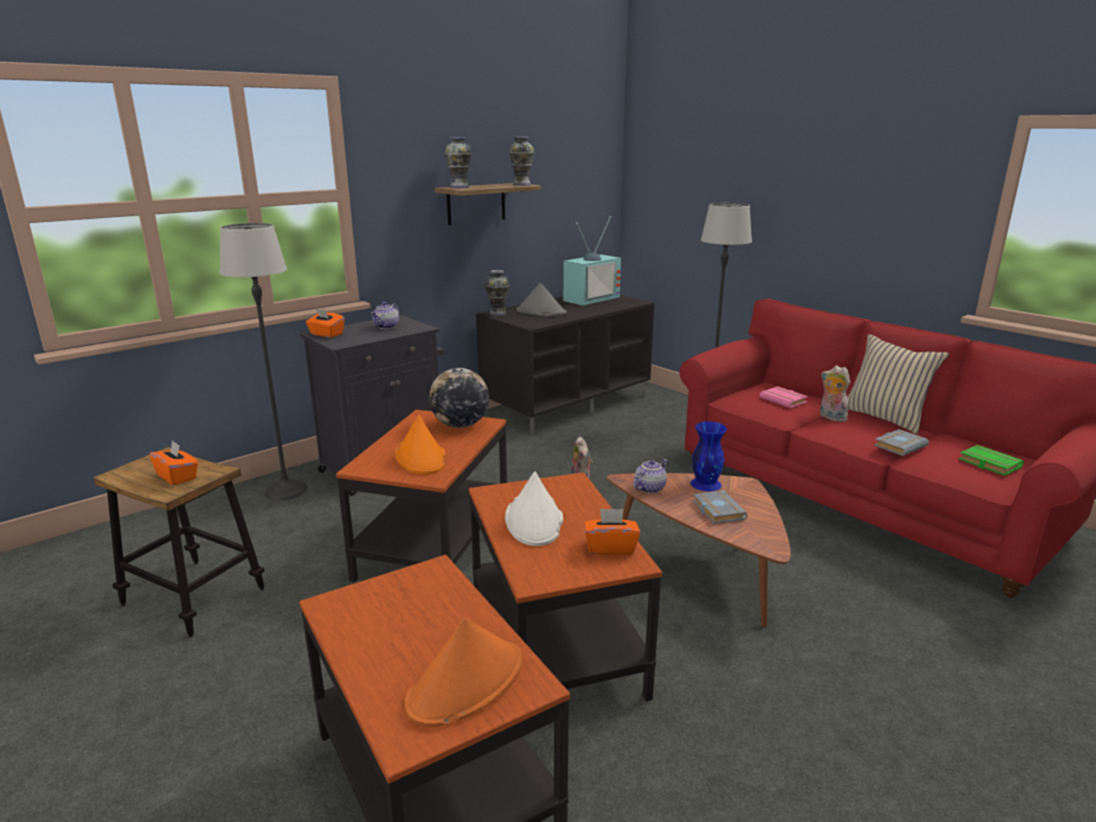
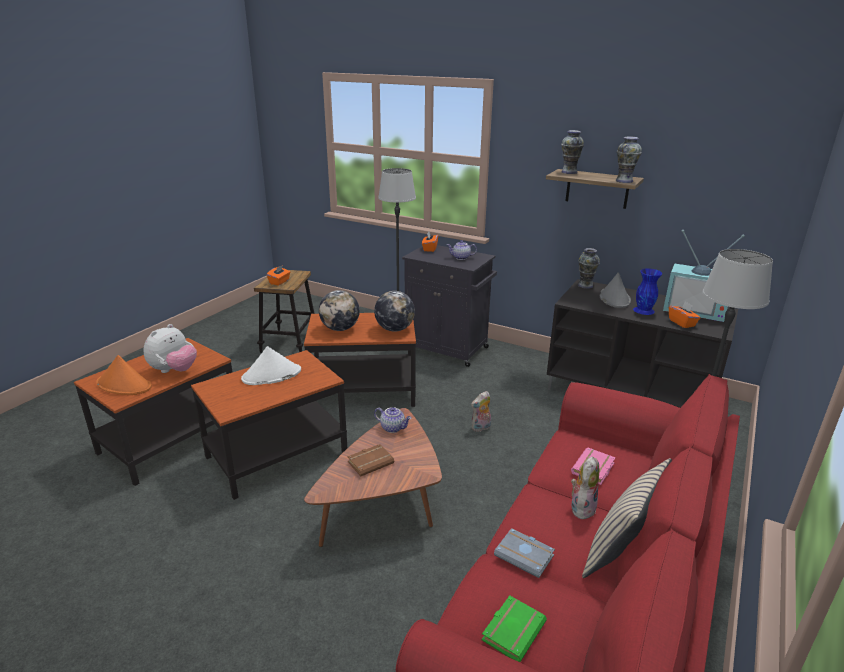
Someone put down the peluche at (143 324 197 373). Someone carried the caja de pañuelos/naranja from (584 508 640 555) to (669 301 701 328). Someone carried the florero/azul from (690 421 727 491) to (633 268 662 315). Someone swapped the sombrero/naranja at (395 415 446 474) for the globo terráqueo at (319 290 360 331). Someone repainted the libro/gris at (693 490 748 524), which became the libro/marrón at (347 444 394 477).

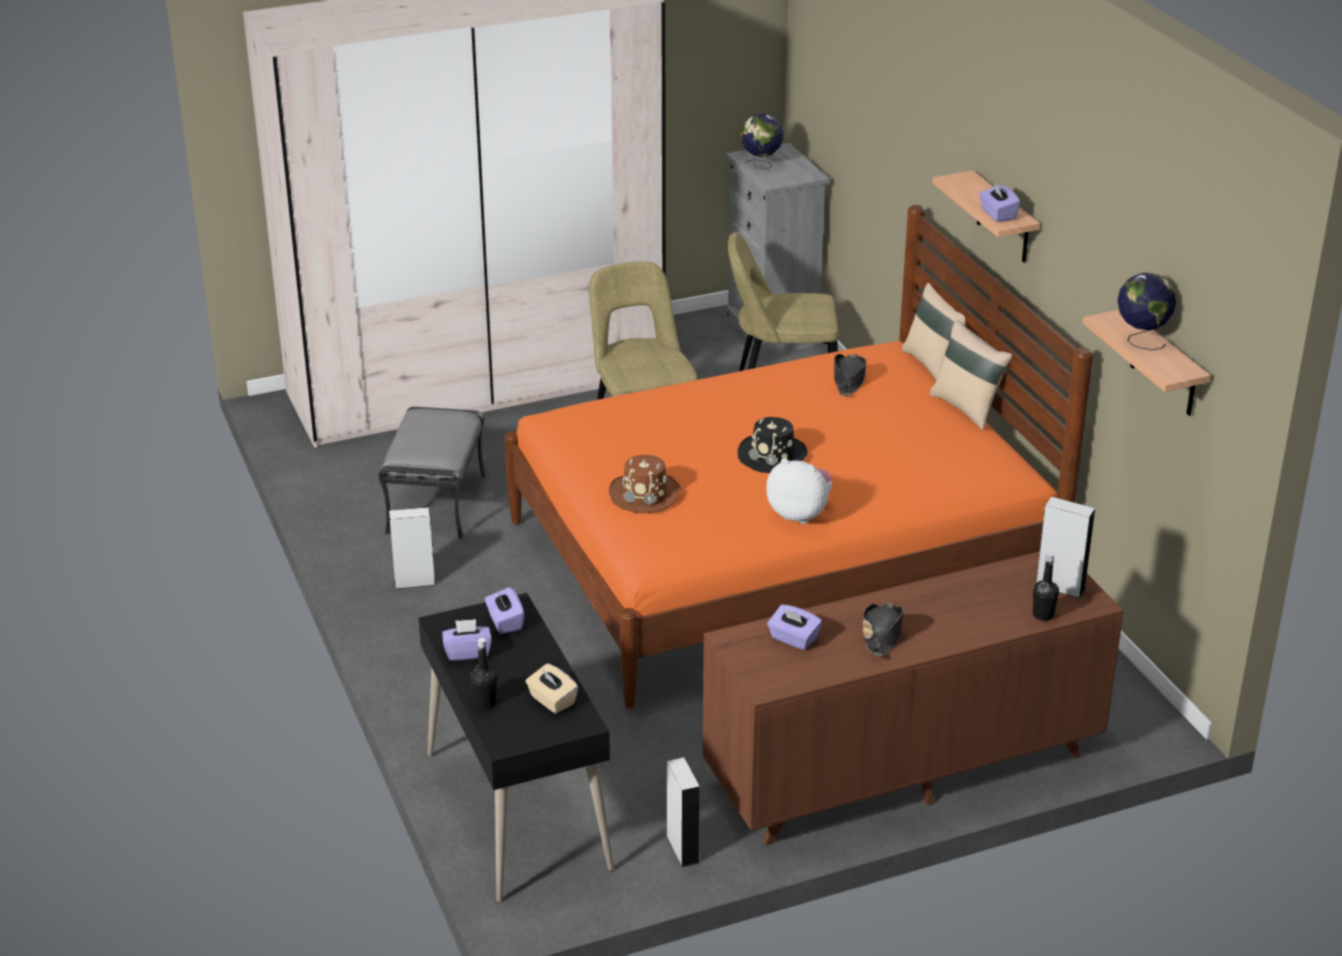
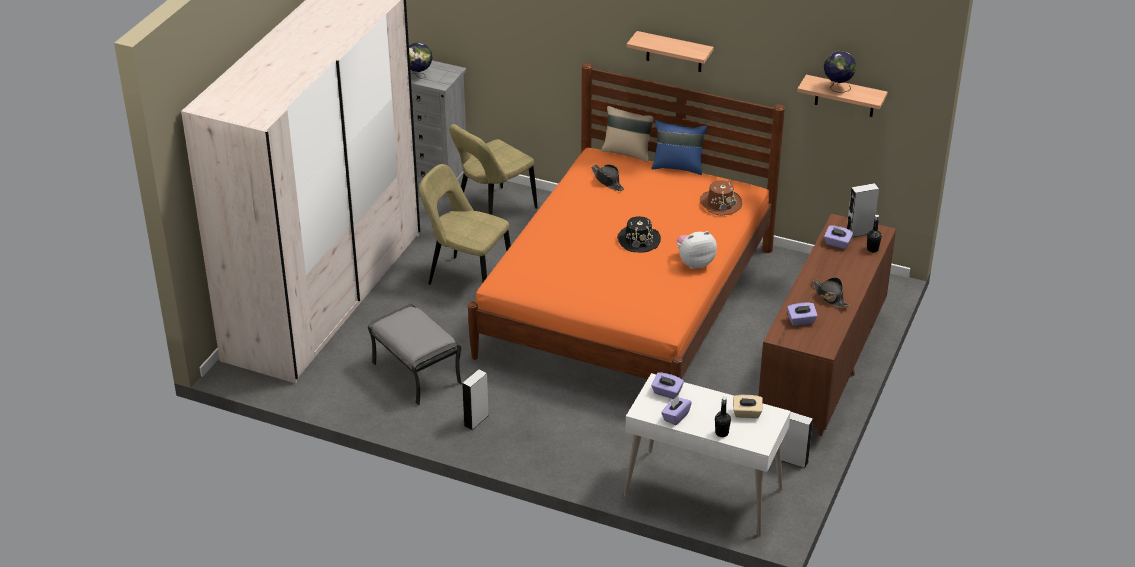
Someone carried the sombrero/marrón from (609 455 681 513) to (700 180 742 216). Someone carried the caja de pañuelos/morado from (979 182 1021 222) to (824 226 854 249). Someone repainted the escritorio/negro at (418 593 614 902), which became the escritorio/blanco at (624 373 791 536). Someone repainted the cojín/beis at (929 320 1012 430), which became the cojín/azul at (651 120 707 175).

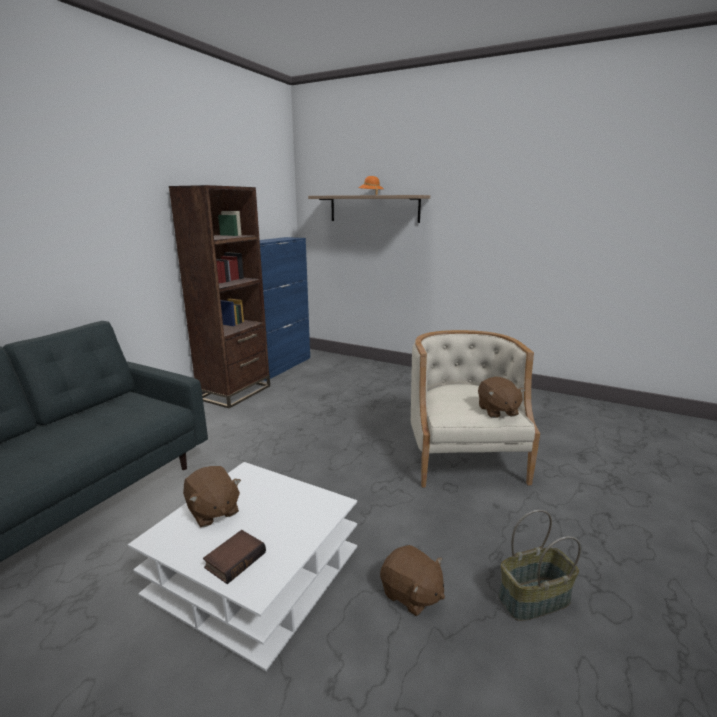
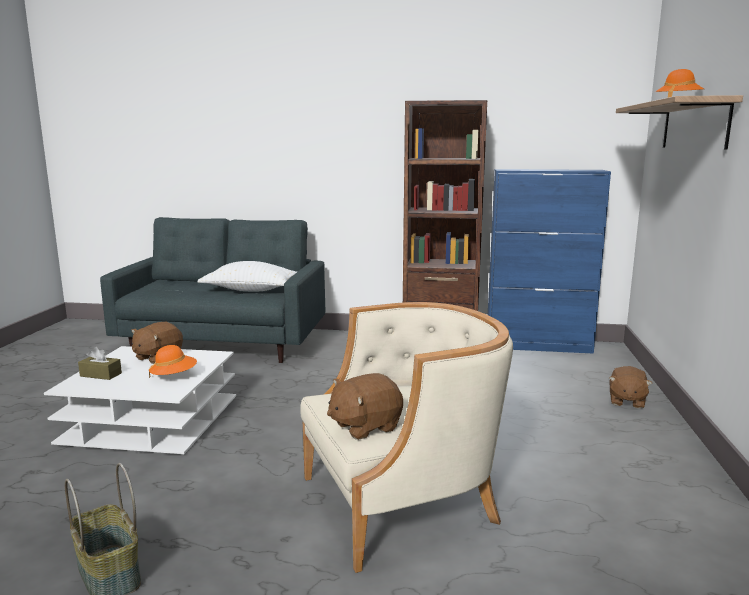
Someone put down the sombrero/naranja at (149 345 197 378). Someone put down the cojín/blanco at (197 261 297 292). Someone carried the peluche/marrón from (380 545 445 616) to (609 366 652 409). Someone swapped the libro at (203 530 266 584) for the caja de pañuelos/marrón at (78 347 122 380).

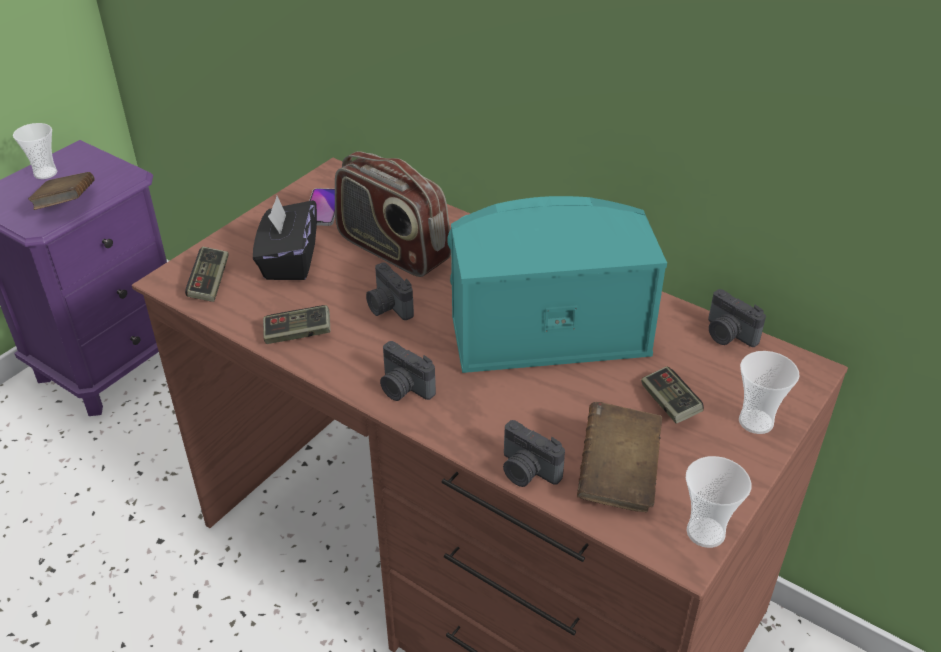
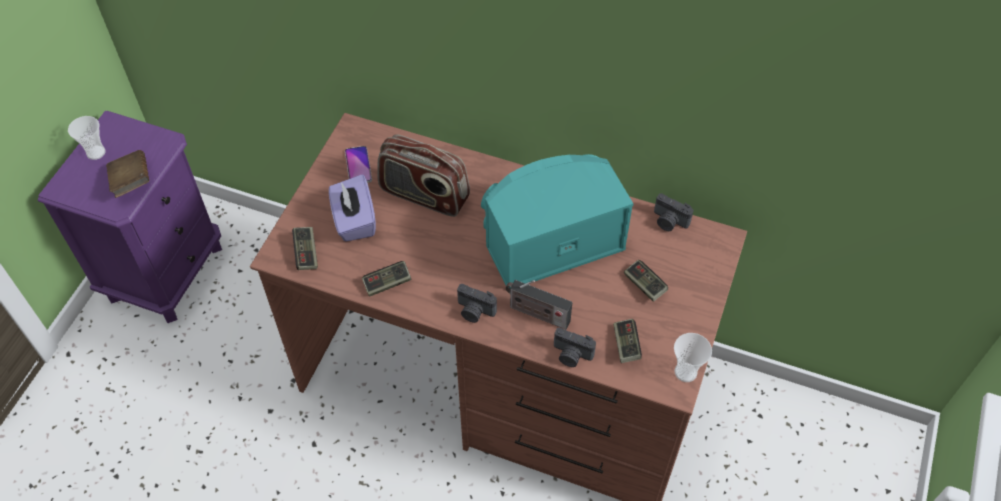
Someone took away the cámara at (366 262 414 320). Someone took away the taza at (739 351 800 434). Someone put down the radio at (506 280 573 329). Someone swapped the libro/marrón at (577 402 662 512) for the mando de consola at (613 319 642 363). Someone repainted the caja de pañuelos/negro at (253 196 317 280), which became the caja de pañuelos/morado at (329 174 376 242).

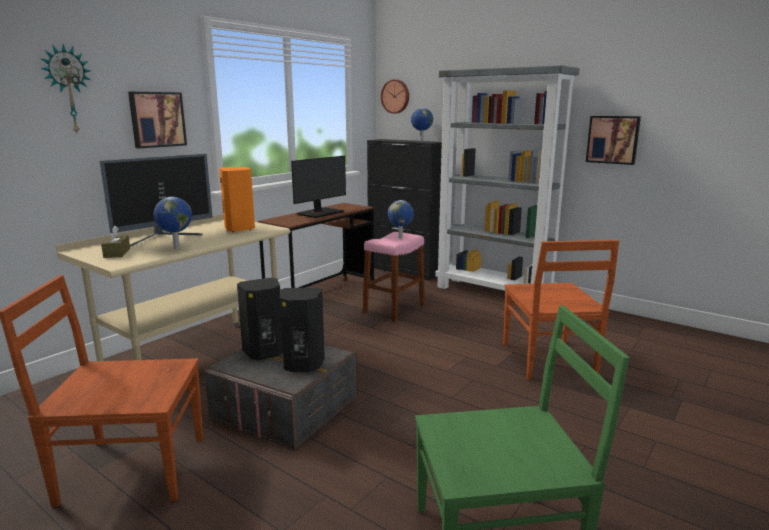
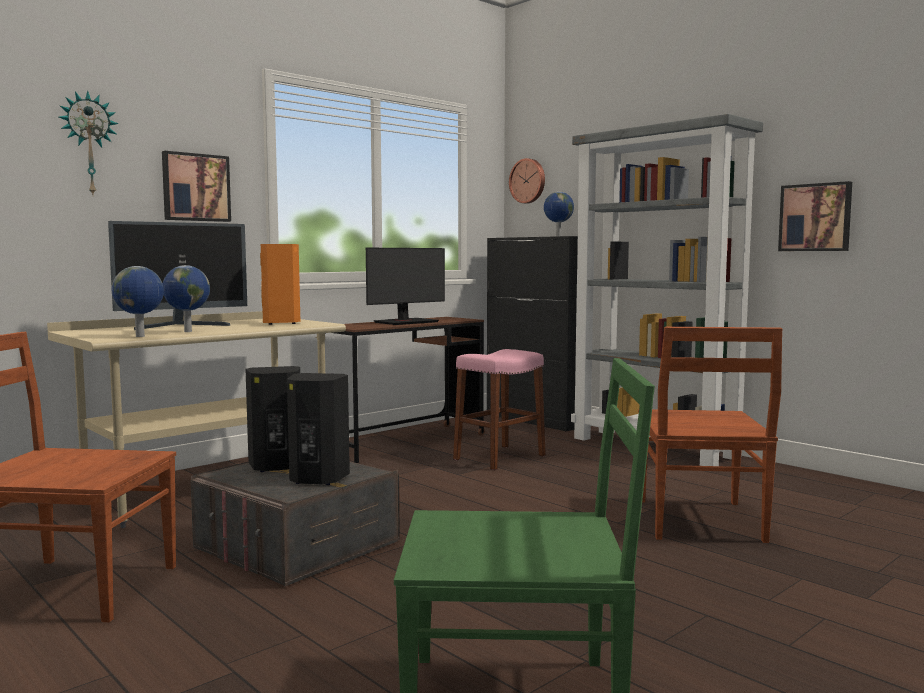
Someone took away the caja de pañuelos/marrón at (101 226 130 258). Someone carried the globo terráqueo from (388 200 414 238) to (111 266 164 337).

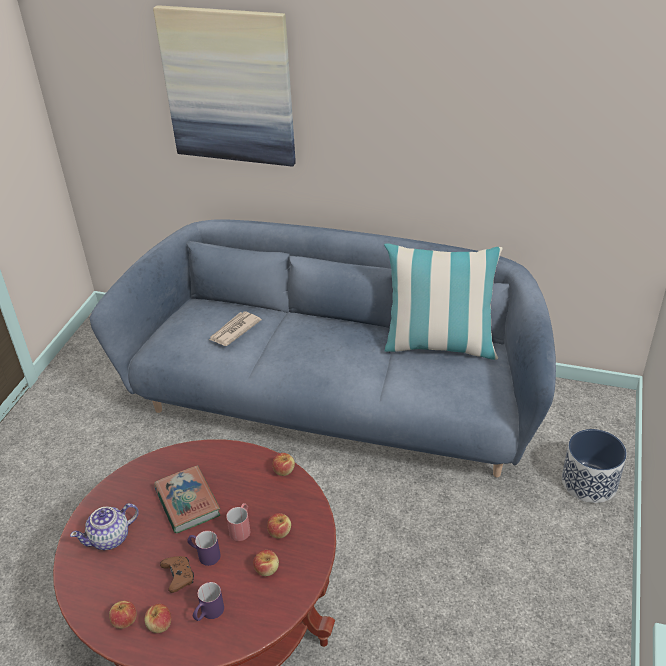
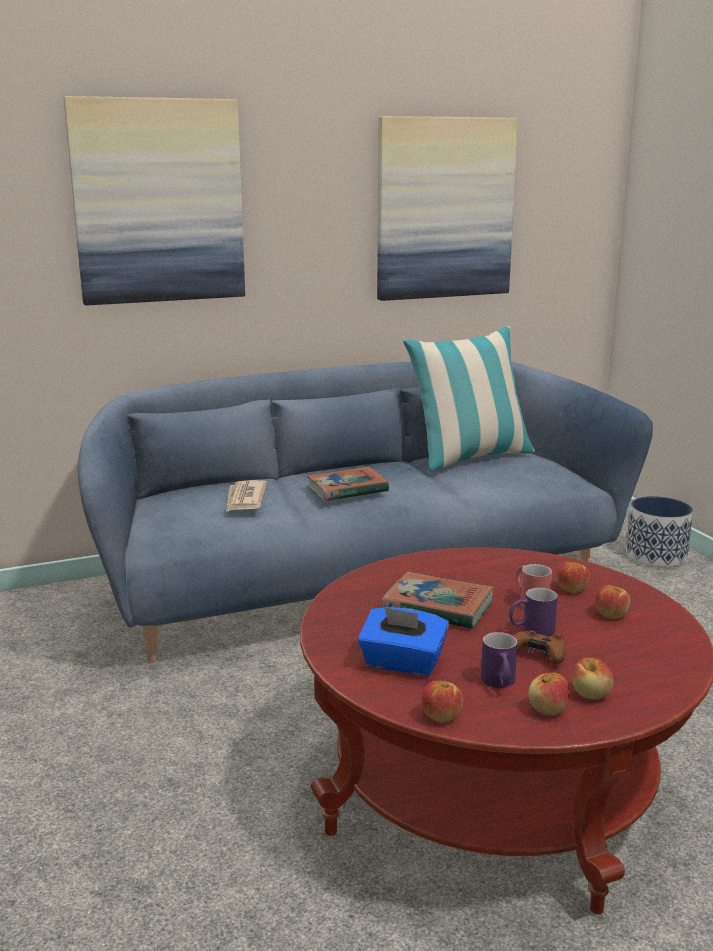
Someone put down the libro at (307 466 389 501). Someone put up the cuadro at (377 116 518 301). Someone carried the taza grande/morado from (193 582 224 621) to (481 632 517 688). Someone carried the manzana from (272 453 295 476) to (421 681 463 723). Someone swapped the tetera at (70 503 139 550) for the caja de pañuelos/azul at (358 607 449 676).

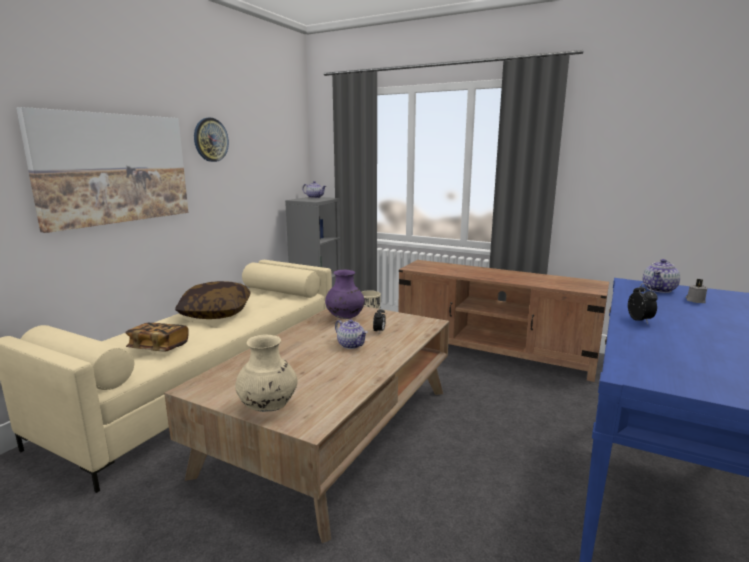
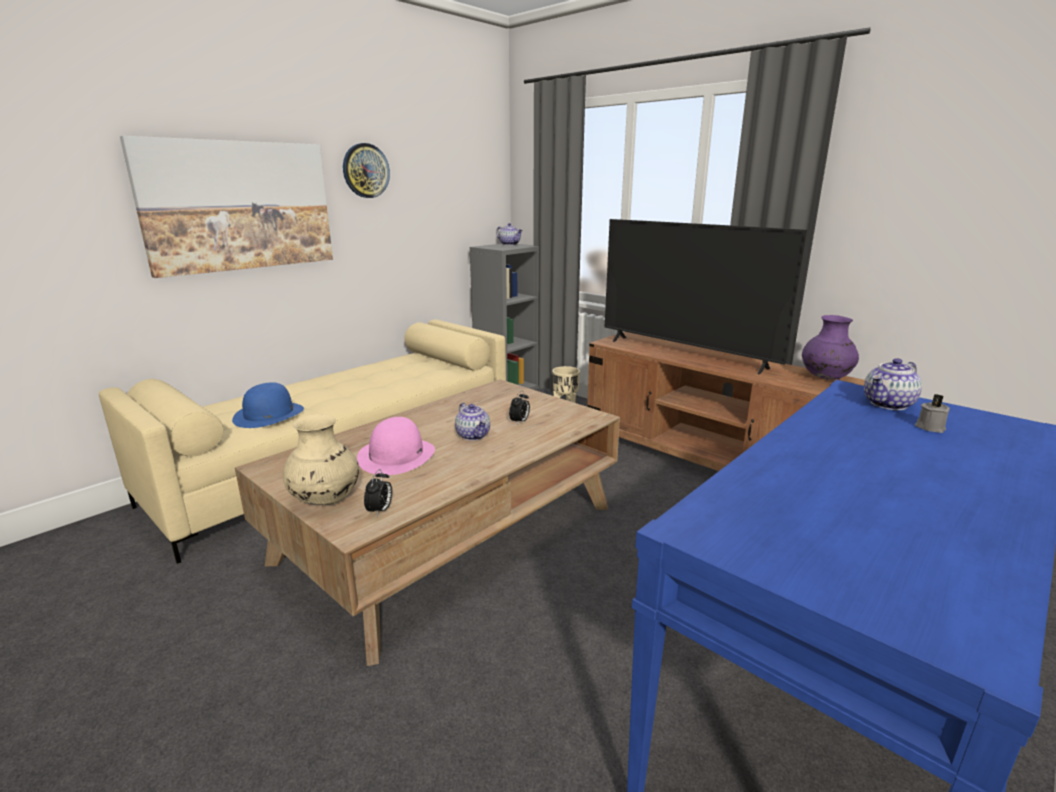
Someone took away the cojín at (175 281 251 319). Someone put down the sombrero/rosa at (357 417 435 475). Someone put down the televisor at (605 219 807 374). Someone carried the florero/morado from (325 270 365 319) to (802 315 859 380). Someone carried the despertador from (628 283 658 324) to (364 469 392 516). Someone swapped the libro at (125 323 189 352) for the sombrero/azul at (232 382 304 428).

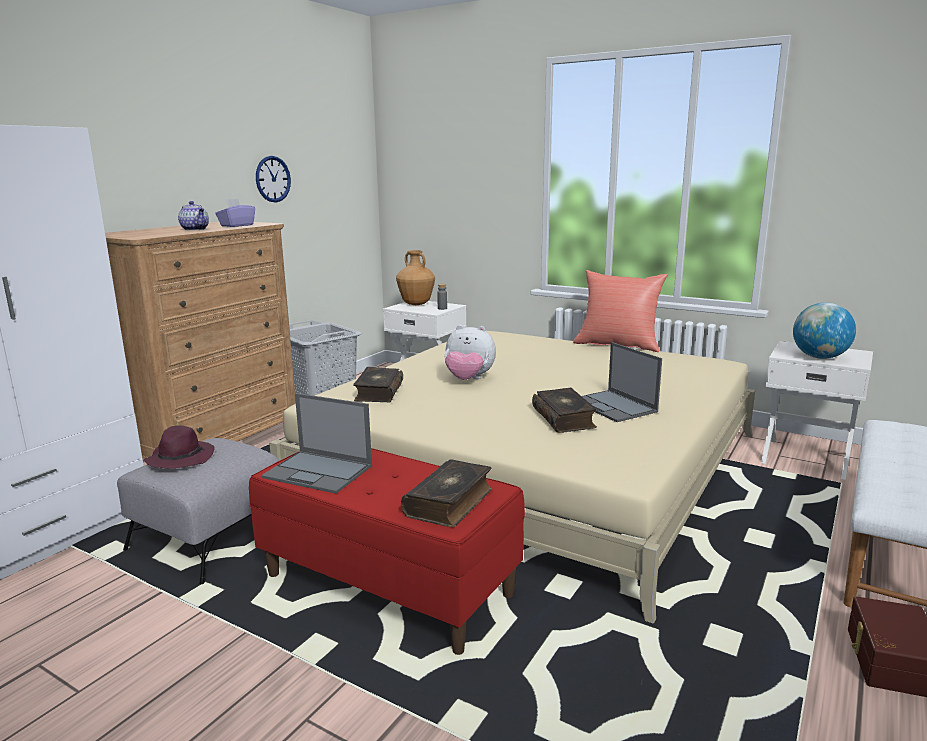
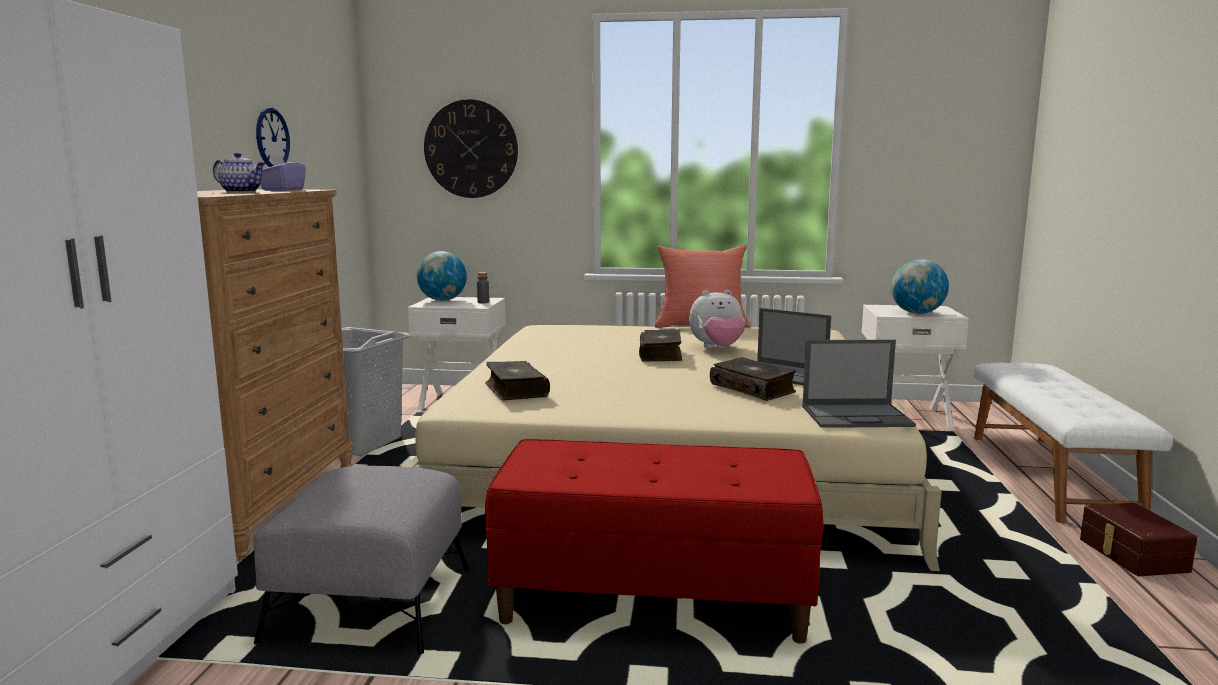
Someone took away the sombrero/morado at (144 425 215 469). Someone put up the reloj de pared at (424 99 518 198). Someone carried the portátil from (261 393 372 494) to (802 340 916 428). Someone carried the libro from (401 459 492 527) to (639 329 682 362). Someone carried the peluche from (445 325 496 380) to (689 290 745 348). Someone swapped the florero/marrón at (396 250 435 305) for the globo terráqueo at (417 251 467 301).

